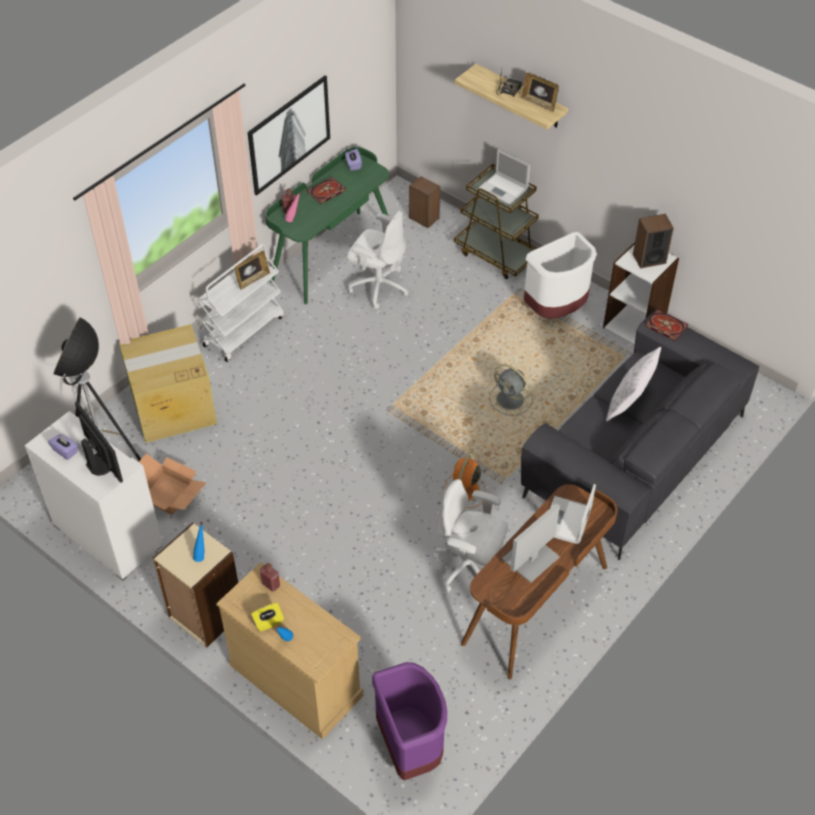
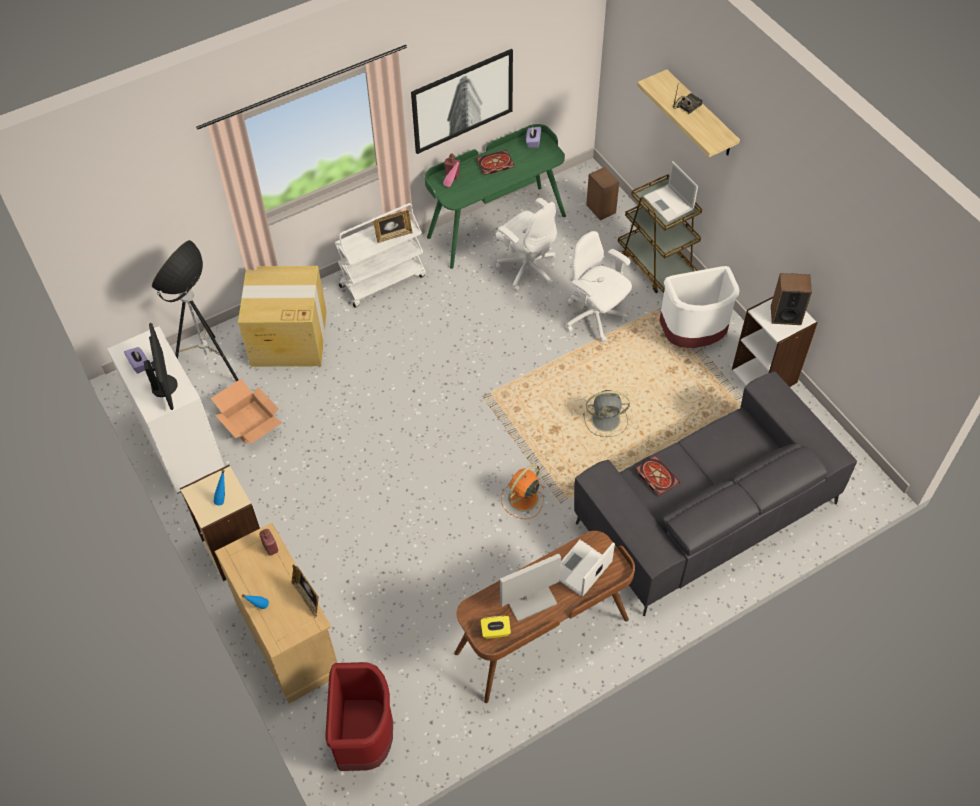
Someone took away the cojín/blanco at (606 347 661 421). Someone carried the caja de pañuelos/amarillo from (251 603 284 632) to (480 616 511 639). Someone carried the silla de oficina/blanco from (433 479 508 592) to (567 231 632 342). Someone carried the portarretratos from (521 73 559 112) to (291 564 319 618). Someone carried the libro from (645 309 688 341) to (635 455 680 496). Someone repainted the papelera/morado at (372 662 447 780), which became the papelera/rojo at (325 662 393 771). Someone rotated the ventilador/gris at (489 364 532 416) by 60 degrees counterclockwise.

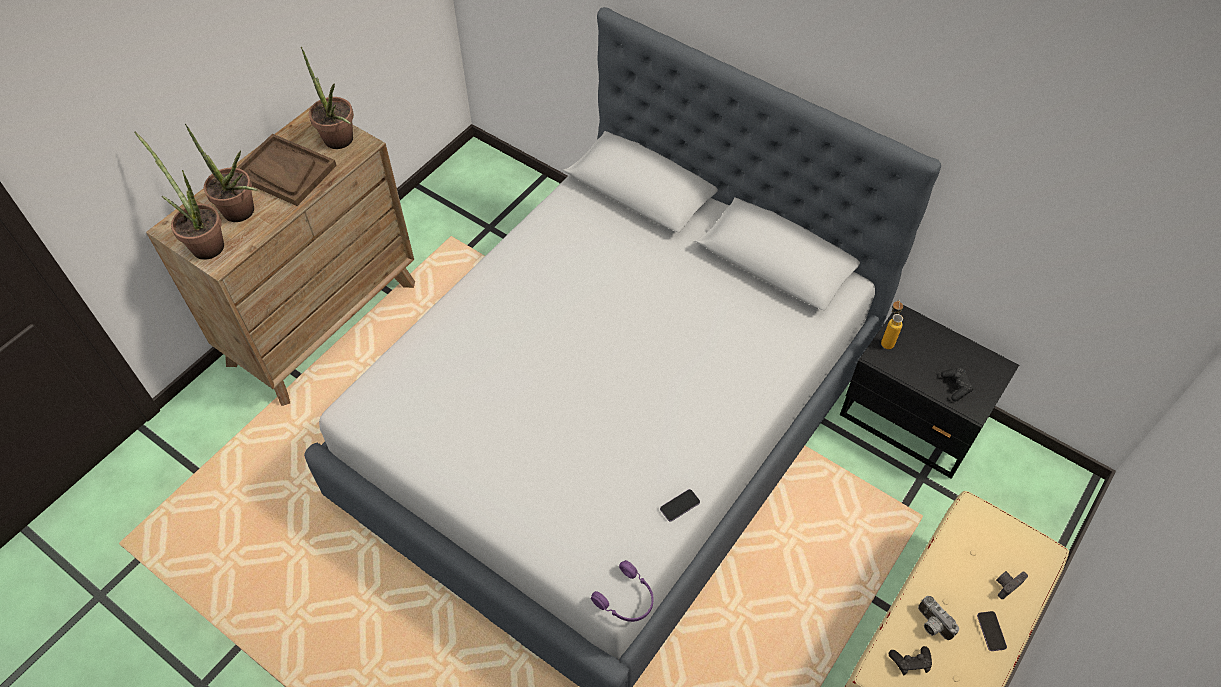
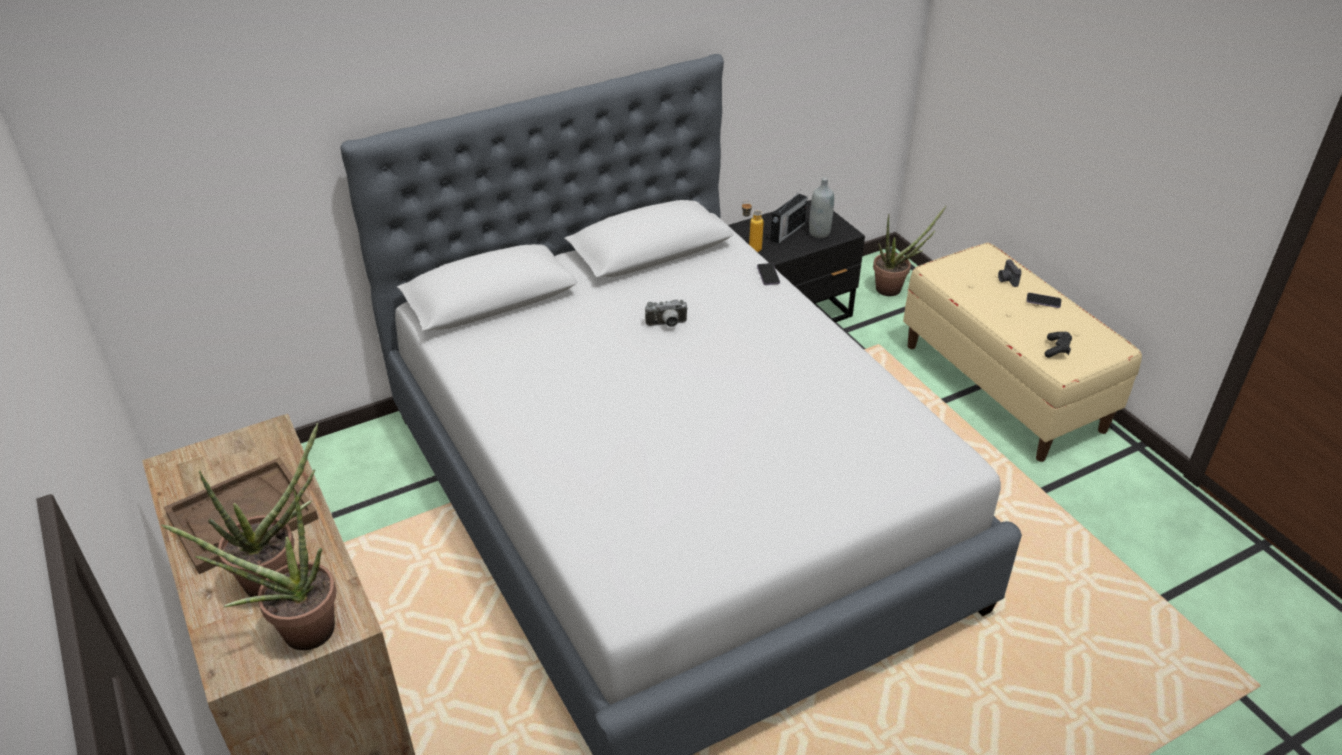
Someone took away the auriculares/morado at (591 560 654 622). Someone put down the radio at (770 192 807 244). Someone carried the planta en maceta from (301 46 354 149) to (873 206 946 296). Someone carried the móvil from (660 489 700 522) to (757 263 780 285). Someone carried the cámara from (918 596 959 640) to (645 300 688 327). Someone swapped the mando de consola/negro at (941 368 974 402) for the botella/gris at (809 177 834 238).

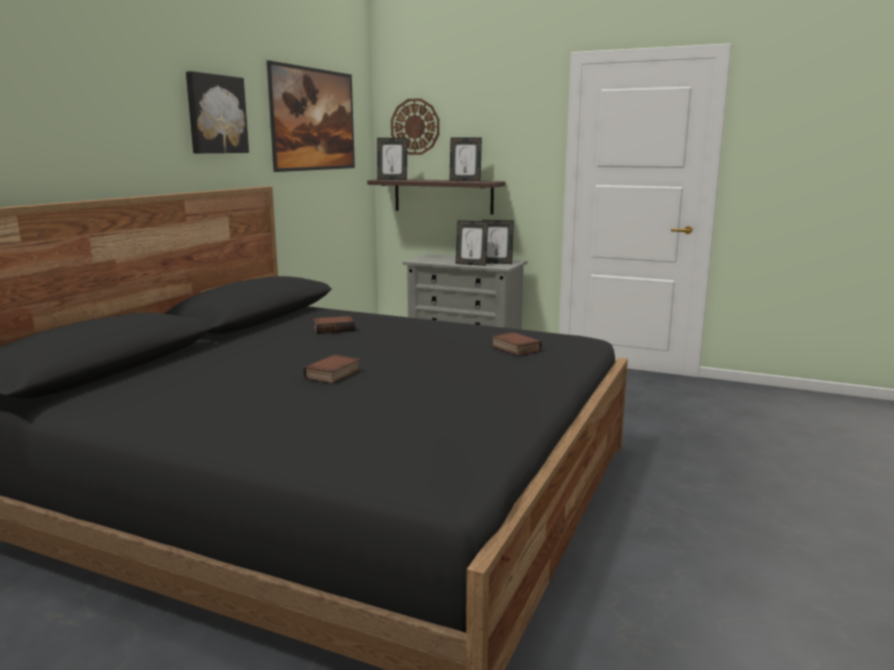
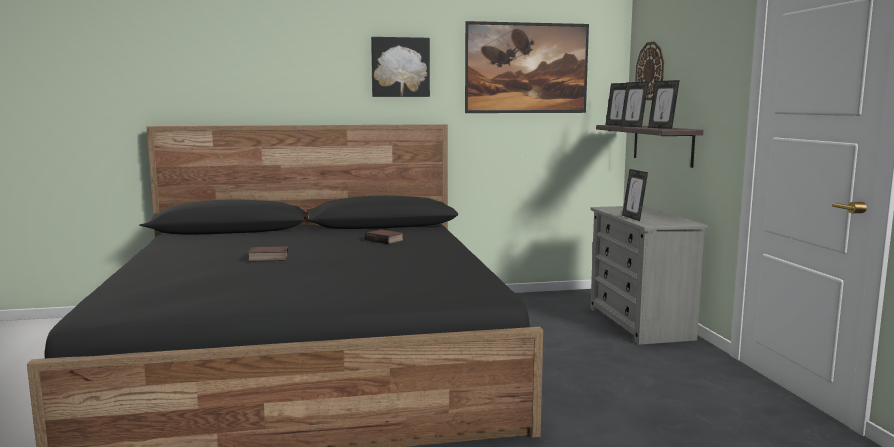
Someone took away the libro at (491 332 542 356). Someone carried the portarretratos from (482 220 514 264) to (620 81 649 127).

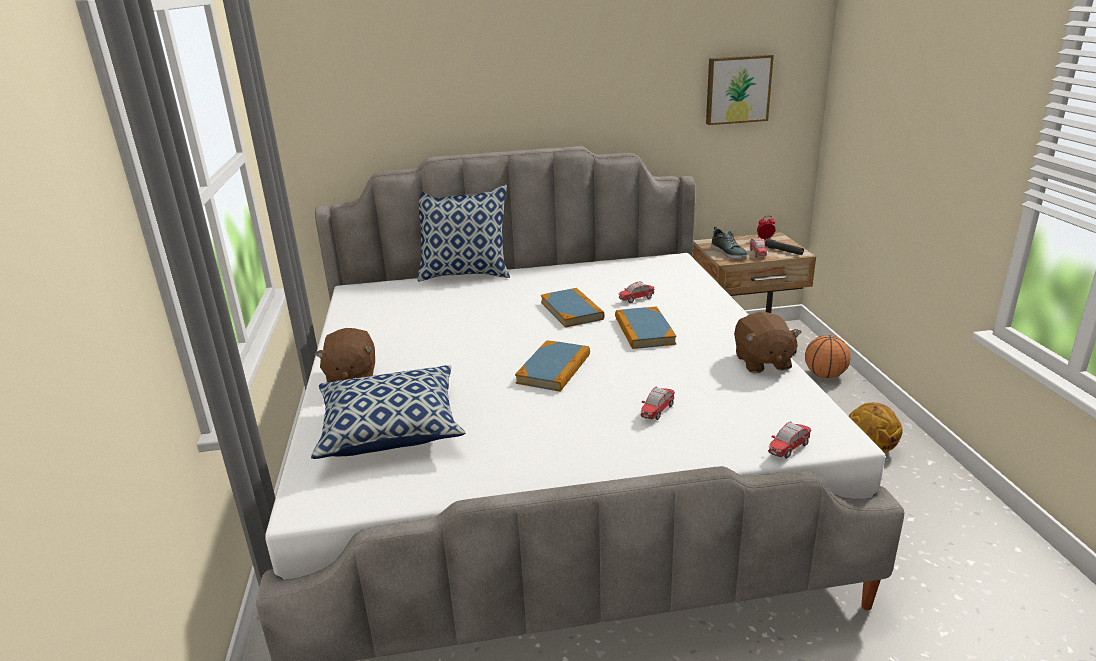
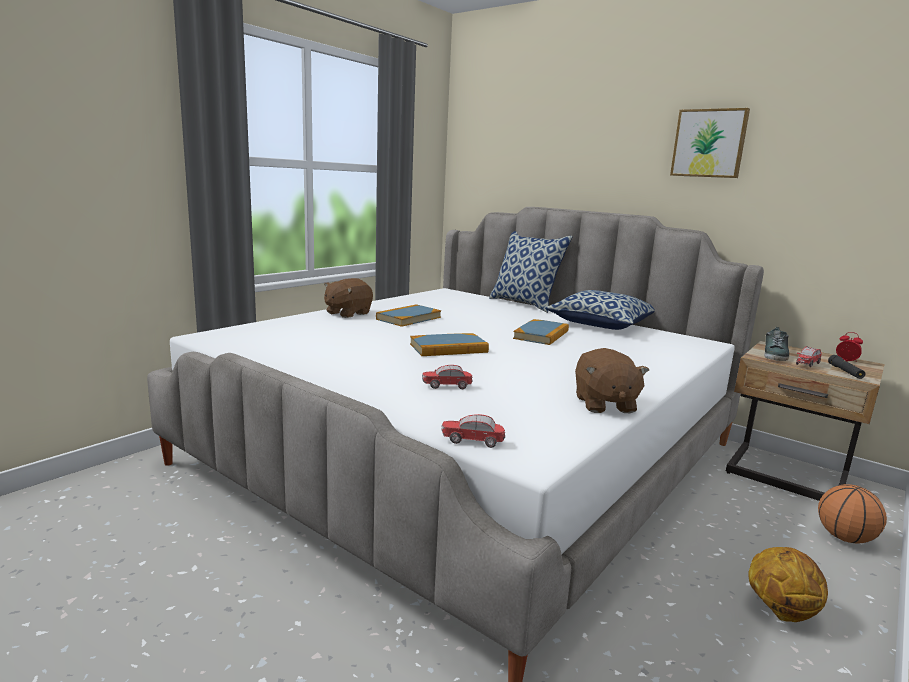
Someone took away the coche de juguete at (618 282 655 303). Someone carried the cojín from (311 365 465 459) to (545 290 655 330). Someone carried the libro from (615 307 677 349) to (376 304 441 327). Someone carried the cuadro from (706 55 774 125) to (670 108 750 178). Someone rotated the peluche/marrón at (734 312 802 373) by 45 degrees counterclockwise.

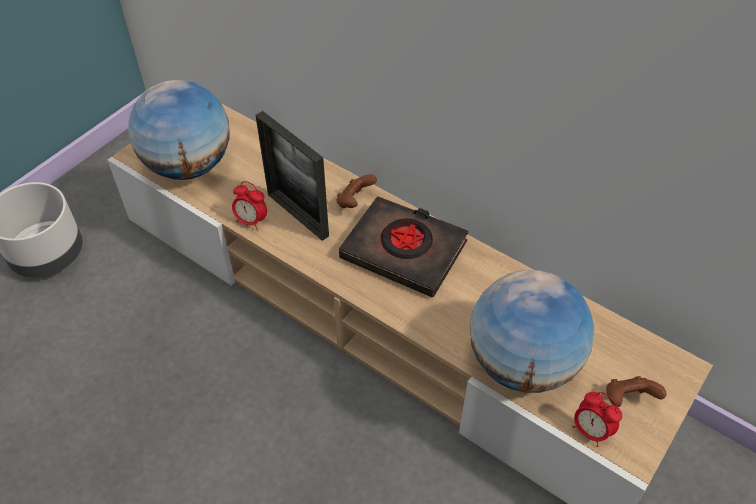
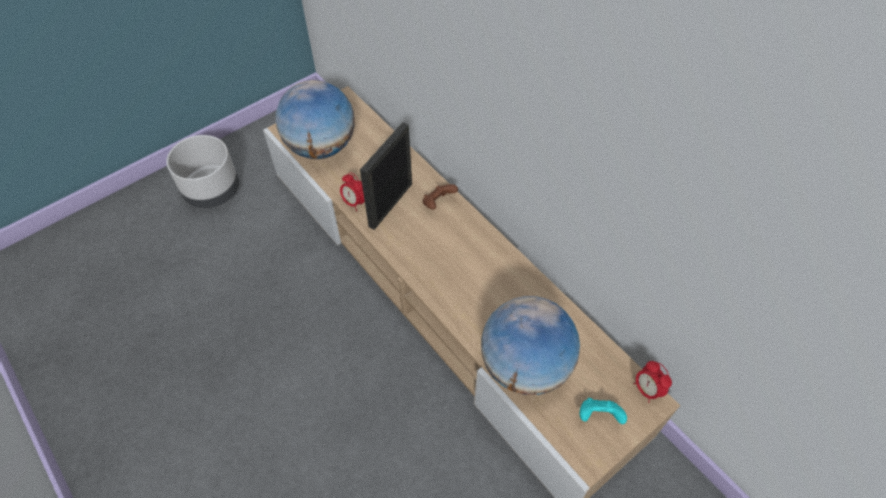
Someone took away the libro/negro at (339 196 469 298). Someone carried the despertador from (573 392 622 447) to (634 361 672 403). Someone repainted the mando de consola/marrón at (606 376 666 407), which became the mando de consola/turquesa at (580 398 627 424). Someone rotated the portarretratos at (255 111 329 241) by 60 degrees clockwise.

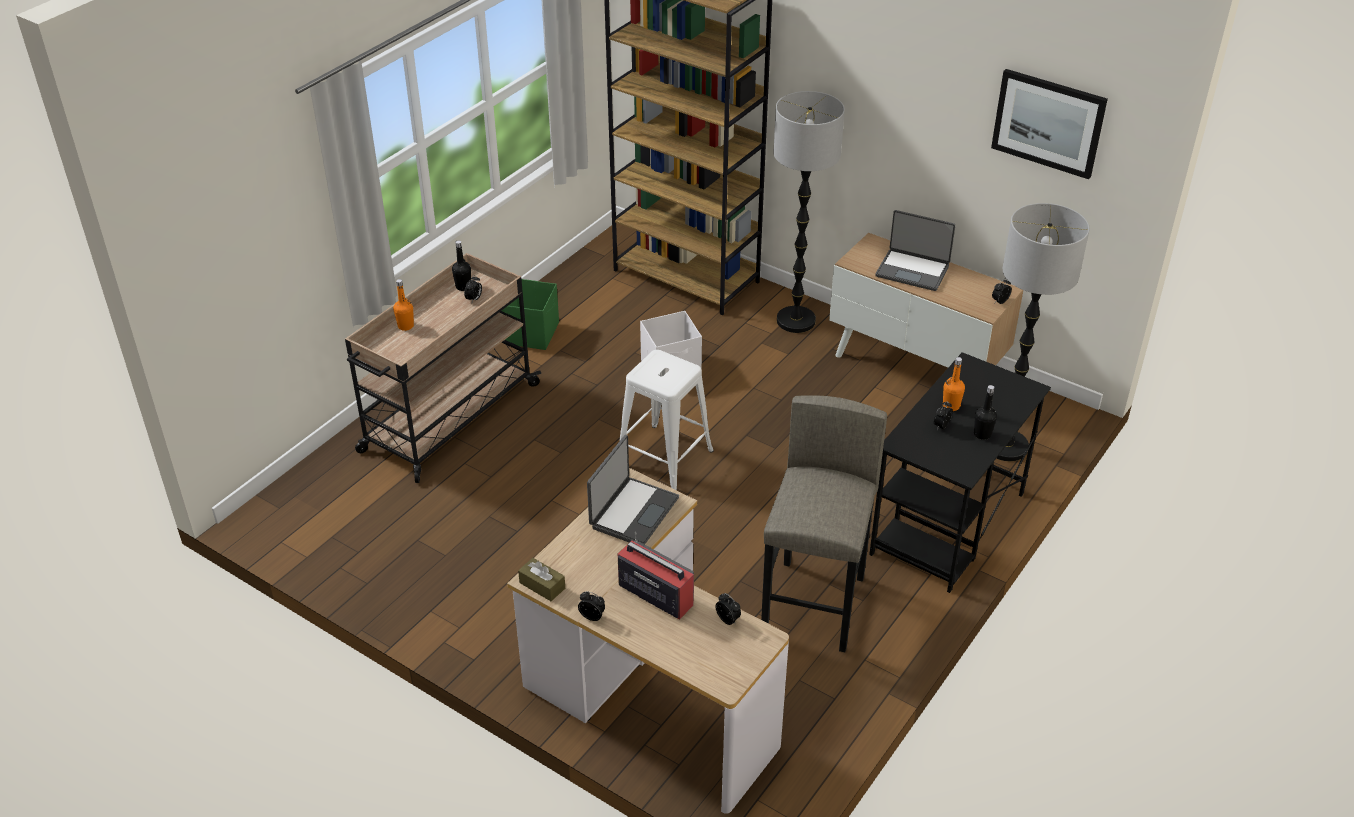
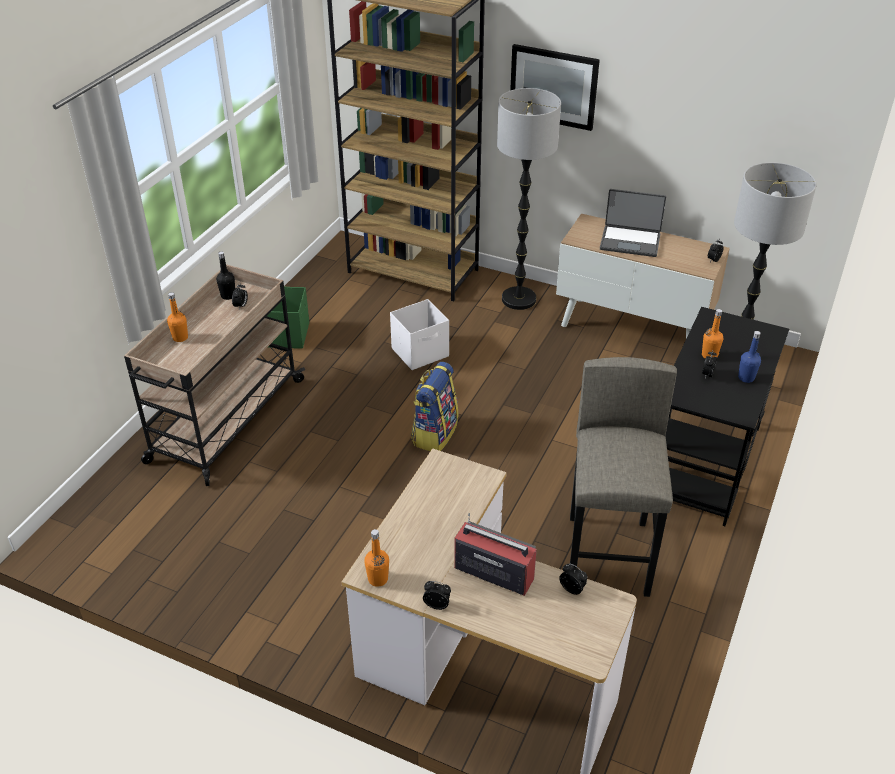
Someone took away the portátil at (587 435 679 544). Someone carried the cuadro from (991 69 1108 179) to (510 44 600 131). Someone swapped the caja de pañuelos/marrón at (518 558 565 601) for the botella/naranja at (364 529 389 587). Someone swapped the taburete/blanco at (619 350 714 490) for the mochila at (411 362 458 451). Someone repainted the botella/negro at (974 385 997 440), which became the botella/azul at (738 331 761 383).

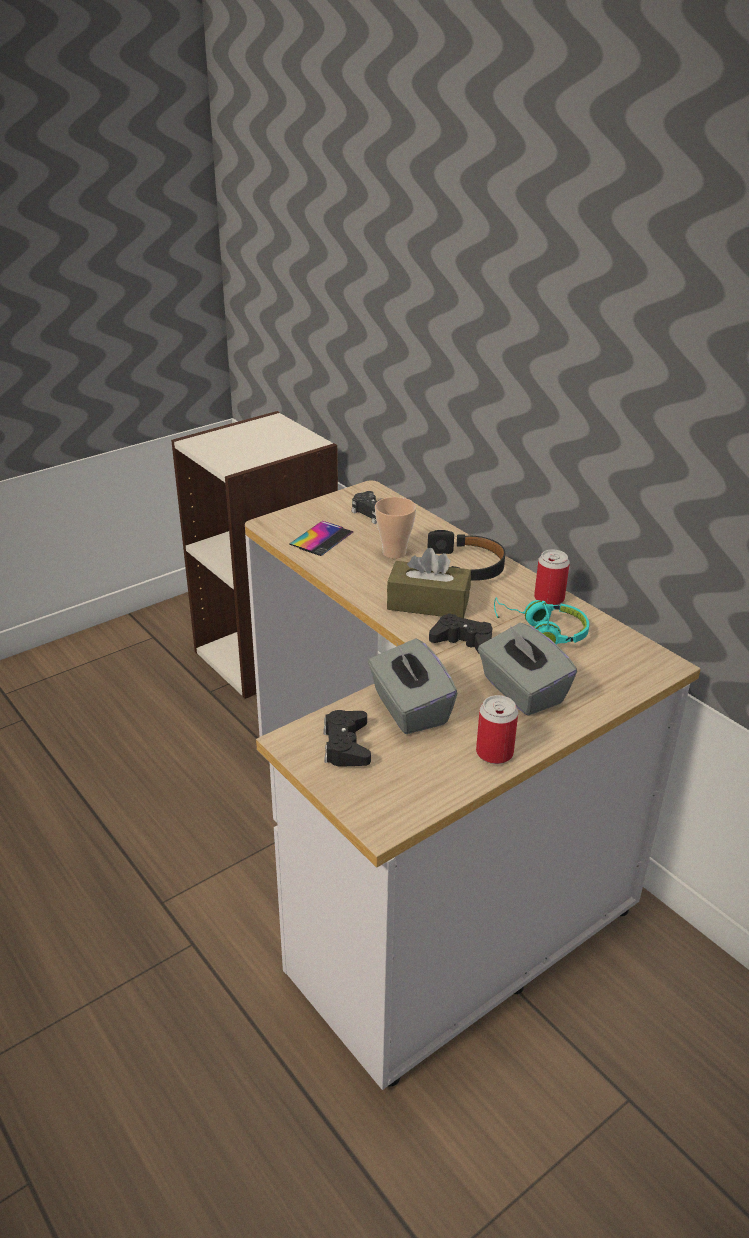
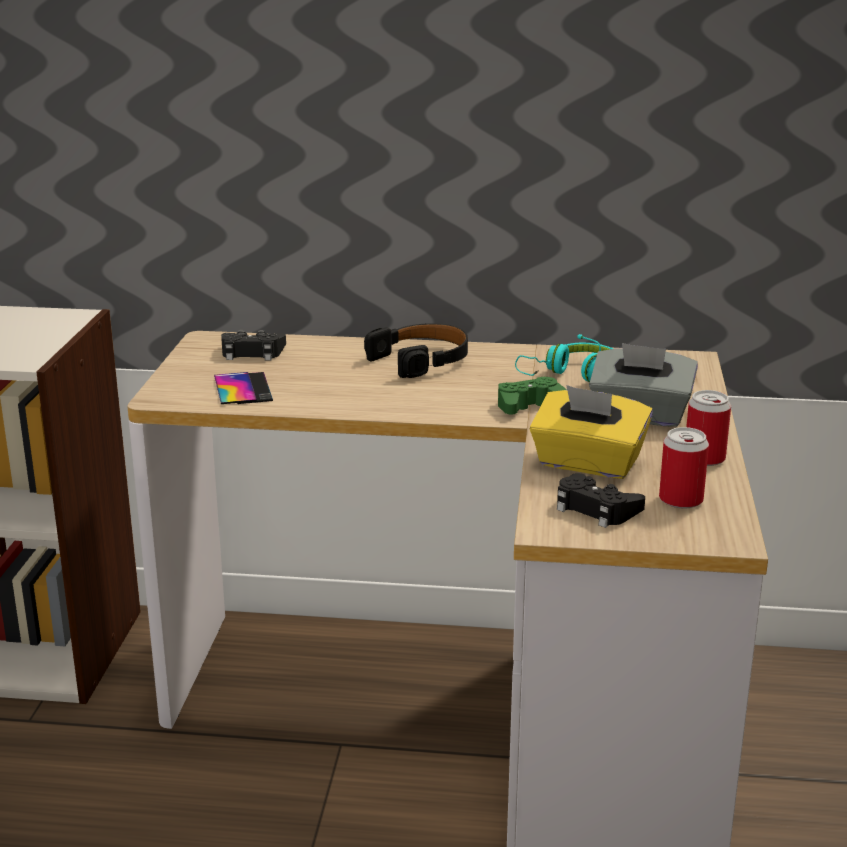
Someone took away the taza at (375 497 416 559). Someone took away the caja de pañuelos/marrón at (387 548 471 618). Someone carried the lata from (534 550 570 605) to (659 427 709 508). Someone repainted the caja de pañuelos/gris at (368 638 457 734), which became the caja de pañuelos/amarillo at (530 385 653 479). Someone repainted the mando de consola/negro at (429 613 492 653), which became the mando de consola/verde at (498 376 567 415).

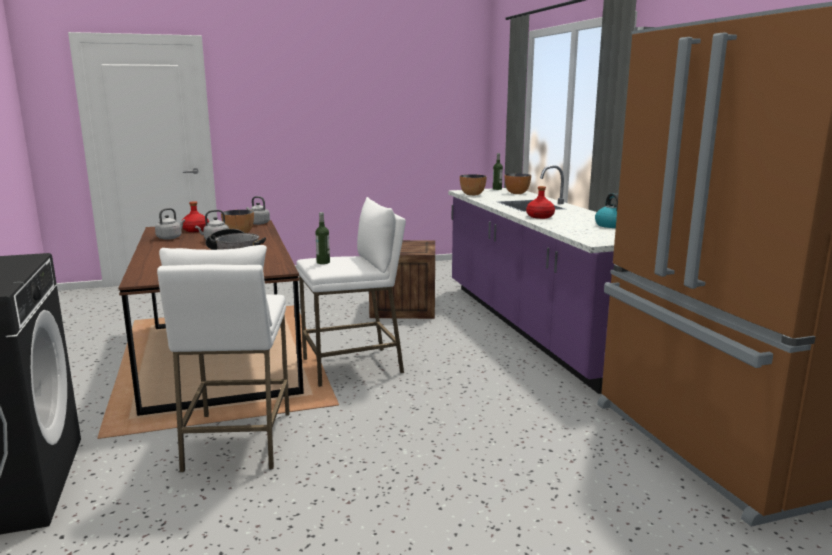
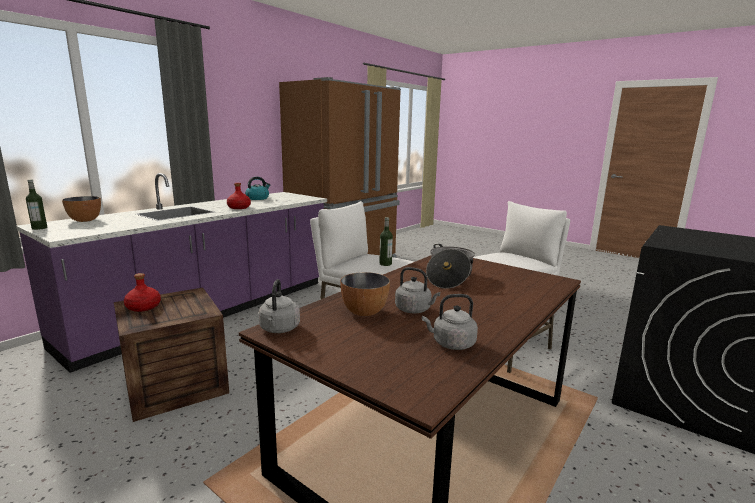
Someone took away the cuenco at (460 174 487 196). Someone carried the botella/rojo from (182 201 209 232) to (124 273 161 312).

